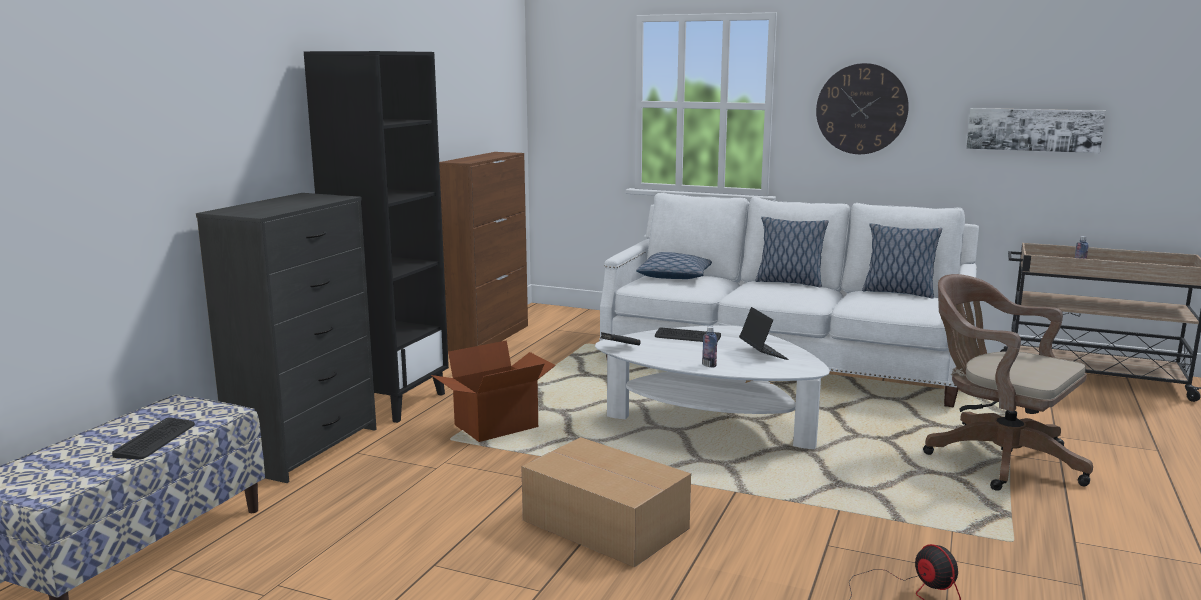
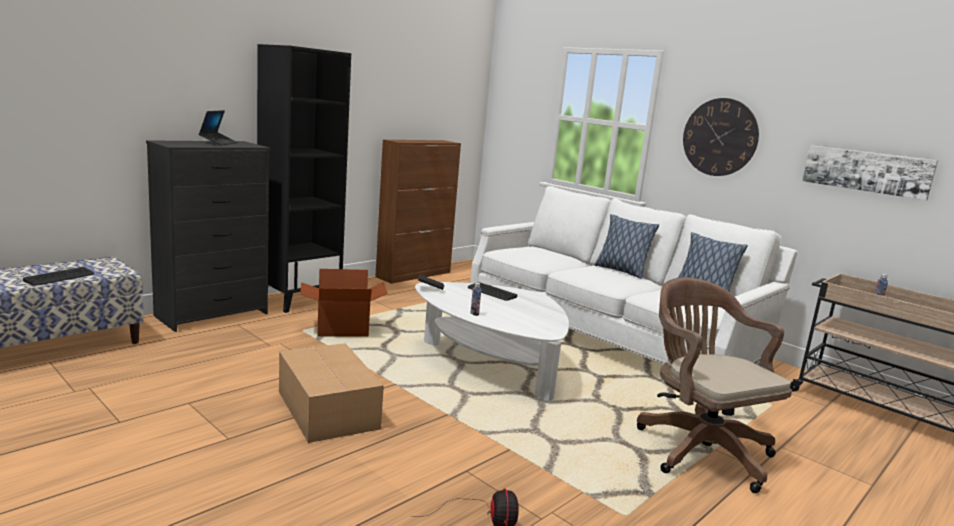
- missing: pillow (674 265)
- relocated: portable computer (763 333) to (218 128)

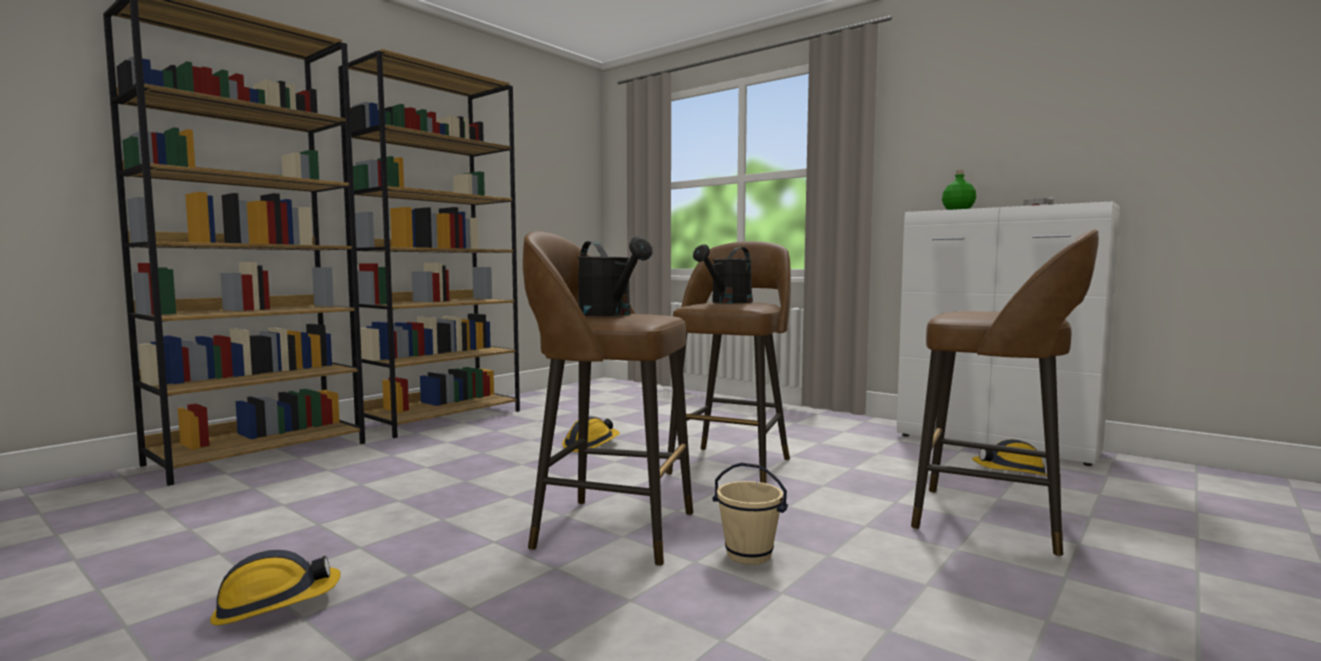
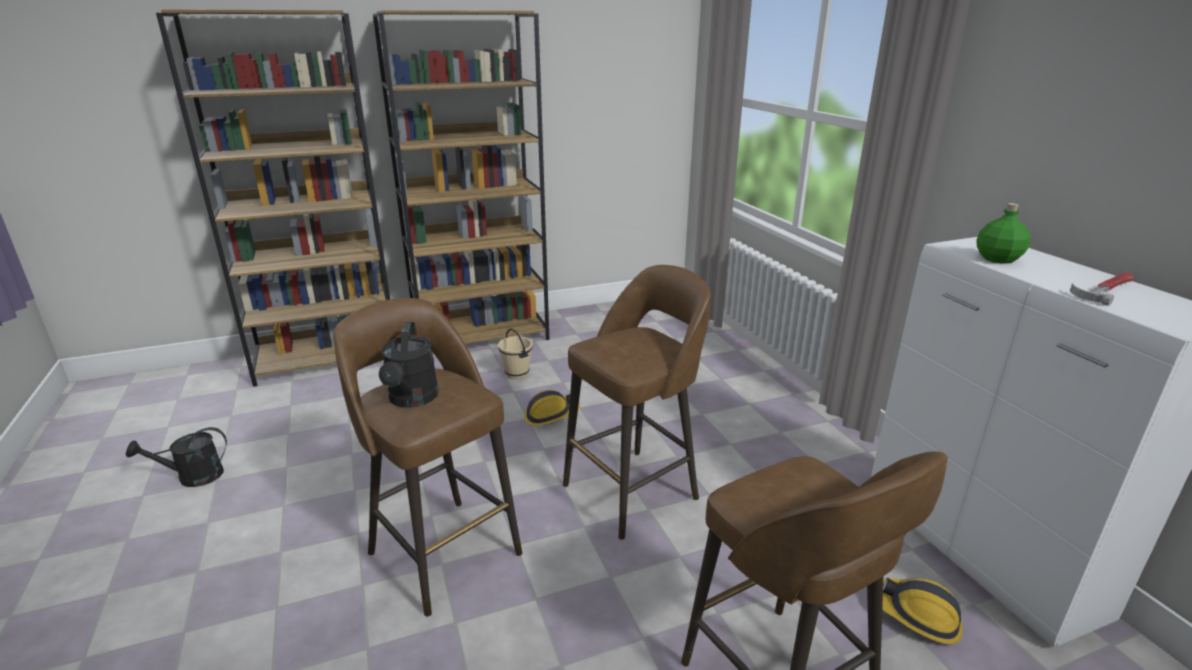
- relocated: black-coloured watering pot (723 273) to (176 457)
- relocated: beige bucket (750 514) to (515 354)
- missing: hard hat (275 587)

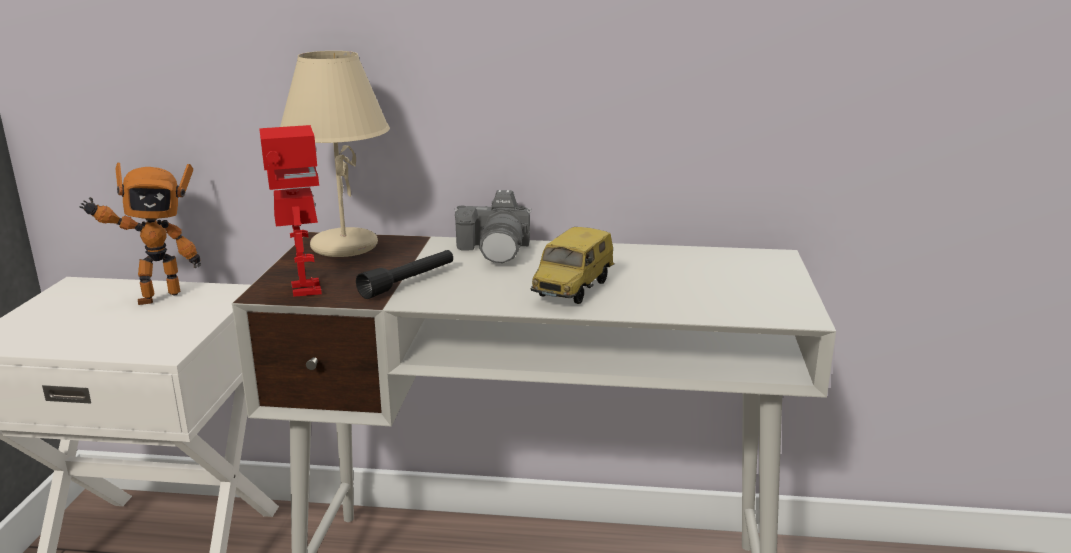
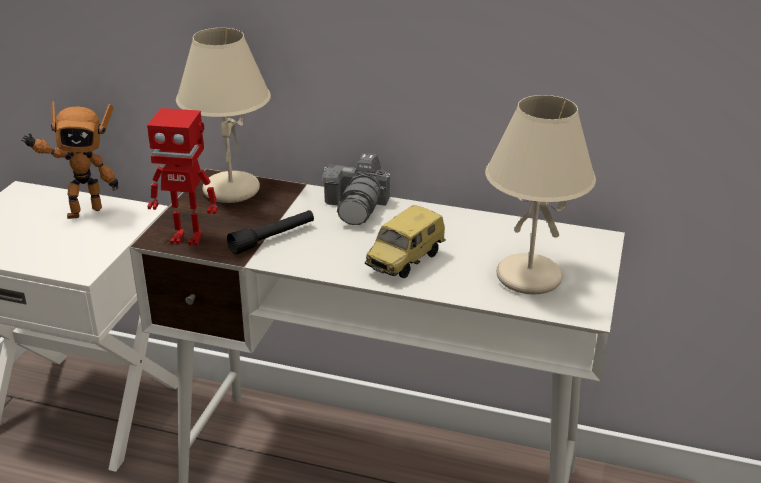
- spun: model robot (290 211) = (182 177) 105 degrees clockwise
- appeared: beige tabletop lamp (540 194)

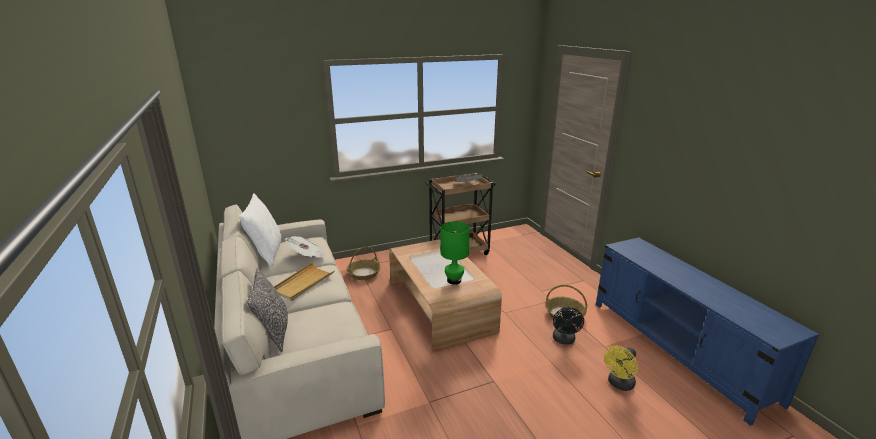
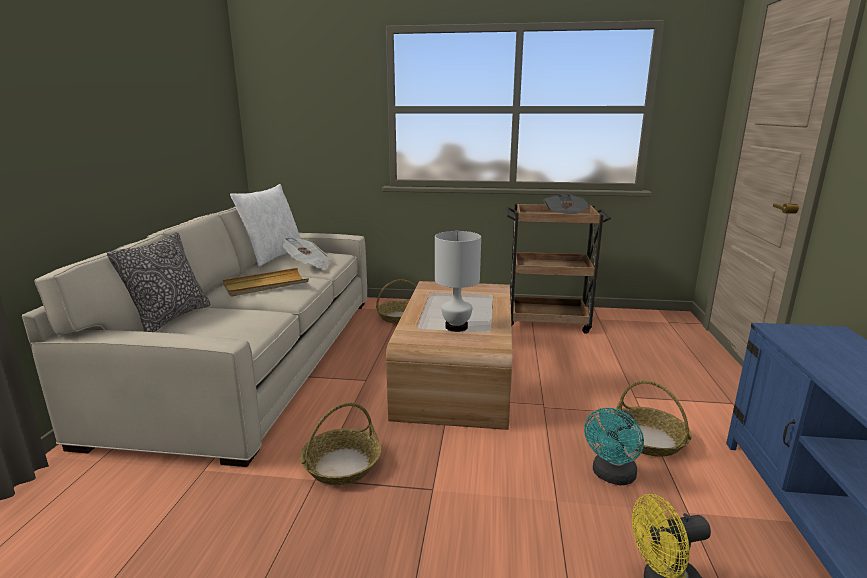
- colour: green tabletop lamp (455 253) to whitish tabletop lamp (458 281)
- colour: black-coloured electric fan (568 325) to turquoise-coloured electric fan (614 446)
- appeared: storage basket (340 443)

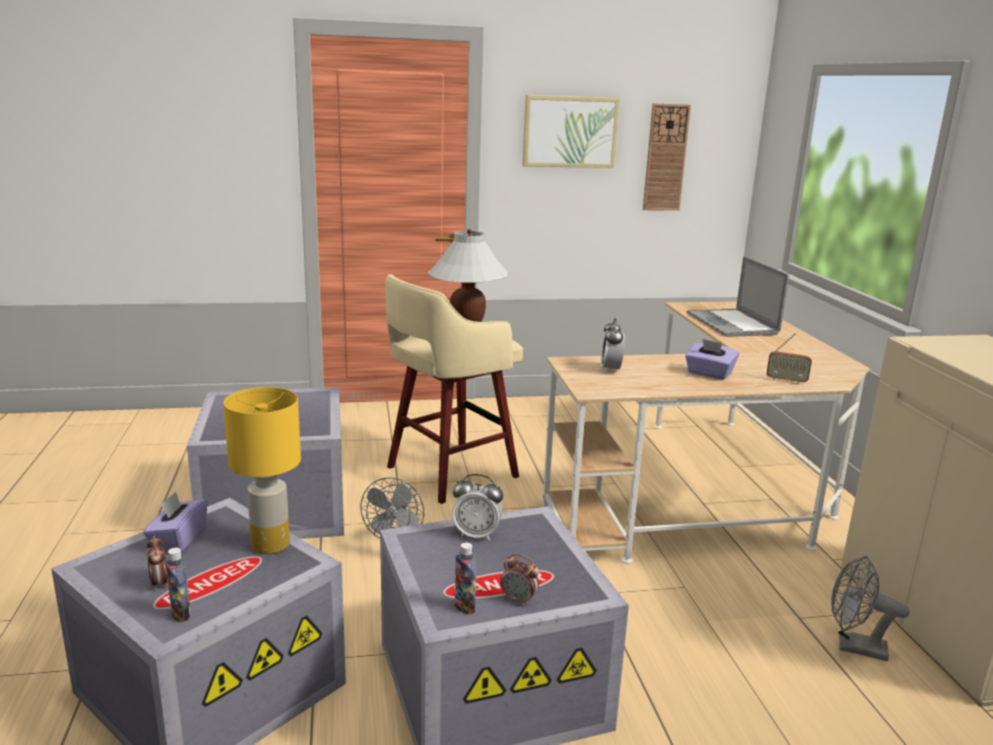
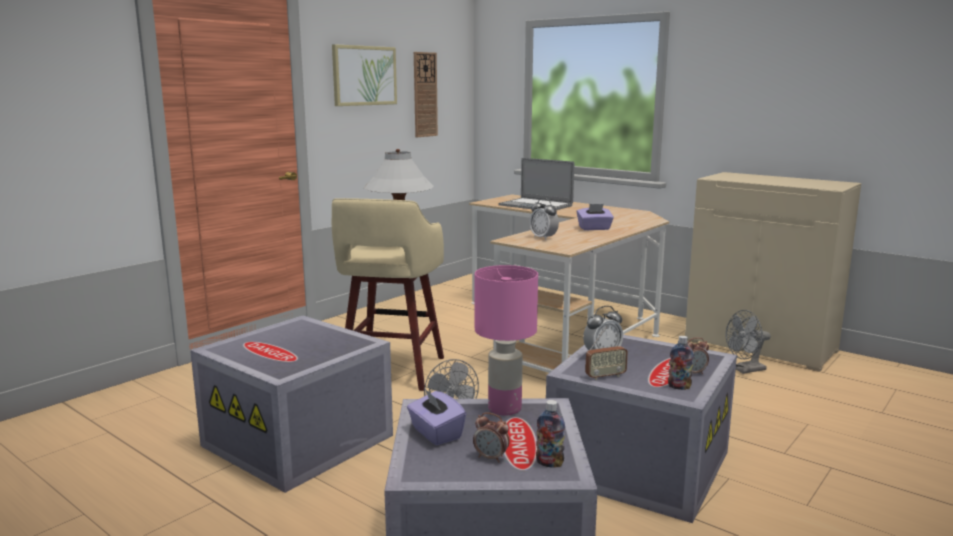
- relocated: radio set (789 358) to (606 353)
- colour: yellowish tabletop lamp (262 470) to pinkish tabletop lamp (506 340)

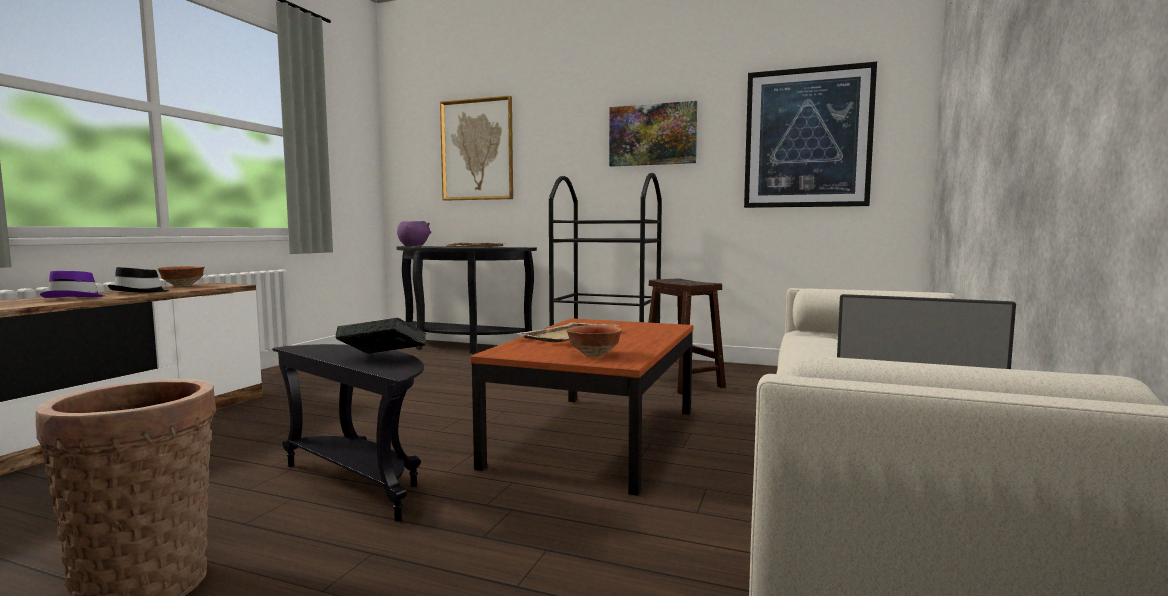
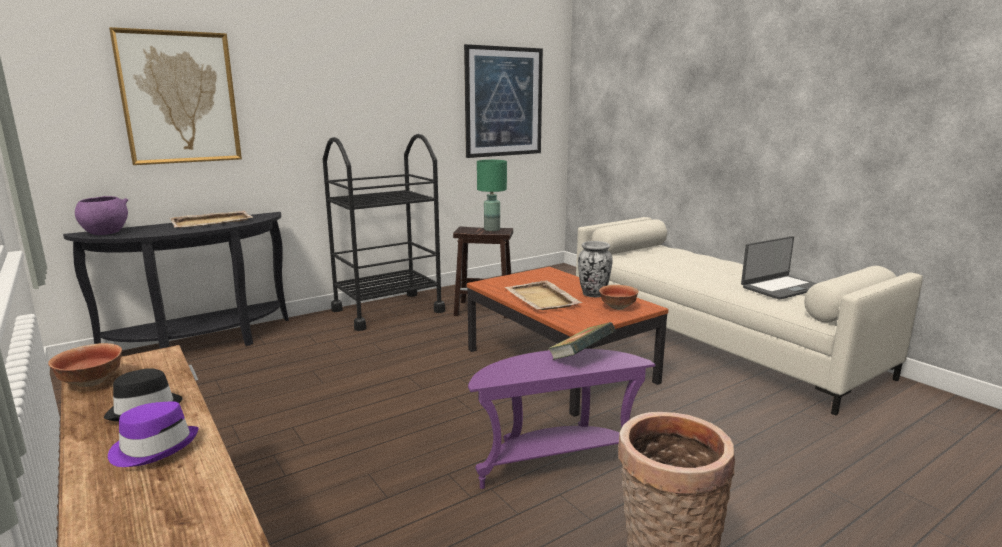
- missing: wall art (653 134)
- colour: black-coloured end table (348 432) to purple-coloured end table (561 419)
- appeared: green tabletop lamp (492 195)
- appeared: vase (595 269)

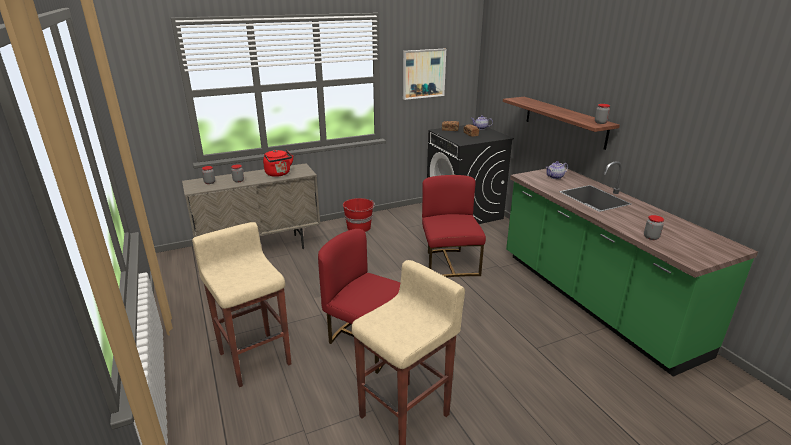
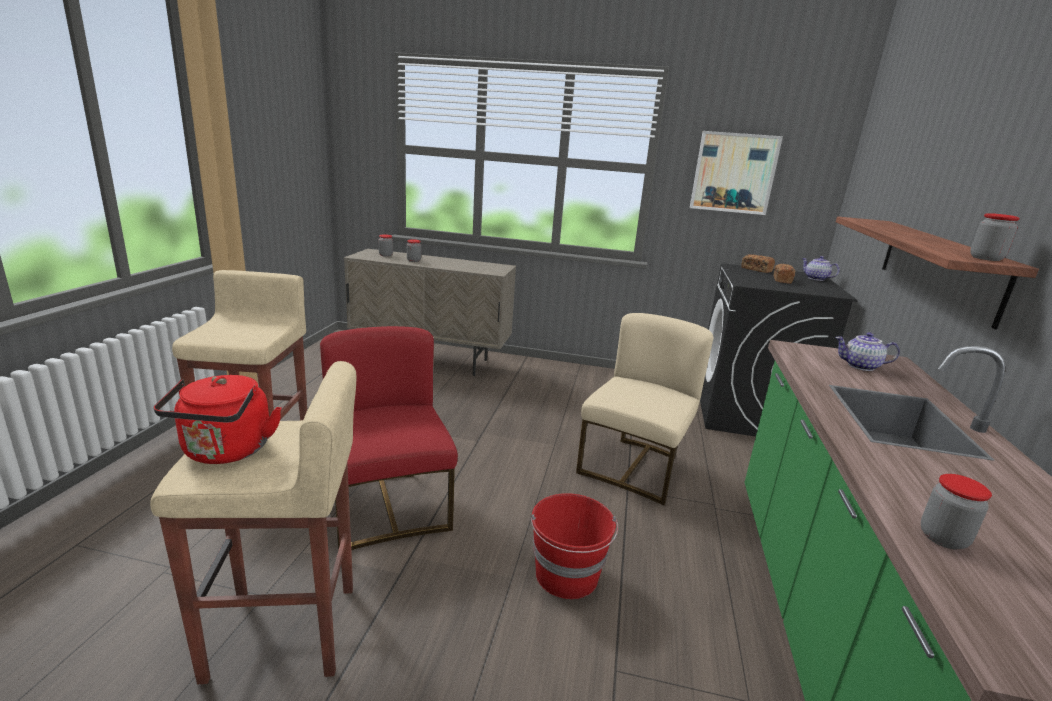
- relocated: red-coloured tea kettle (278 163) to (217 419)
- colour: red-coloured upright chair (454 226) to beige upright chair (644 409)
- relocated: red-coloured bucket (359 215) to (574 546)

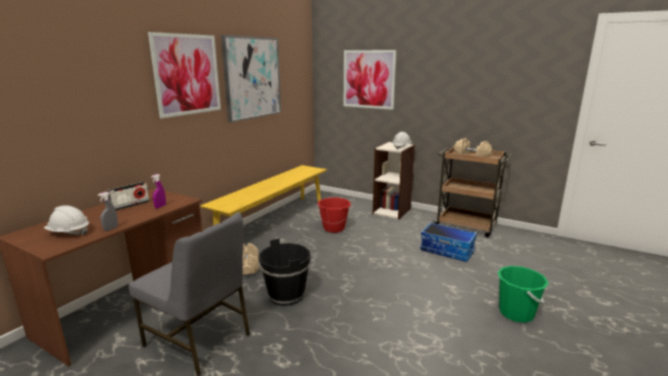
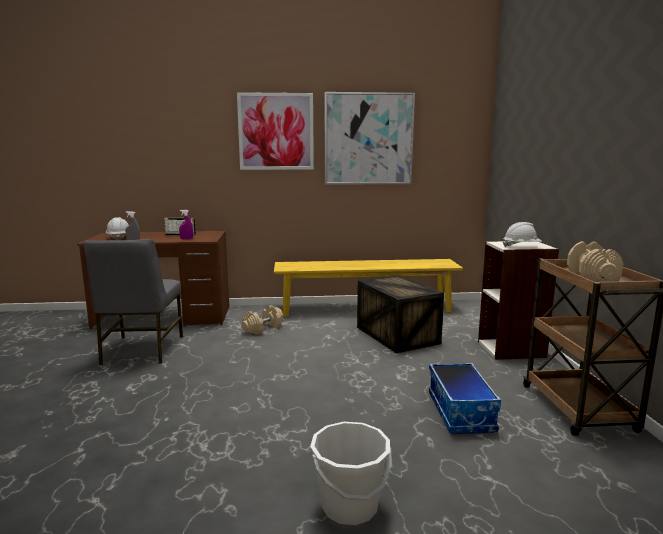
- missing: wall art (370 80)
- exchanged: red-coloured bucket (334 215) to crate (400 314)
- missing: black-coloured bucket (285 272)
- colour: green bucket (523 294) to whitish bucket (350 473)

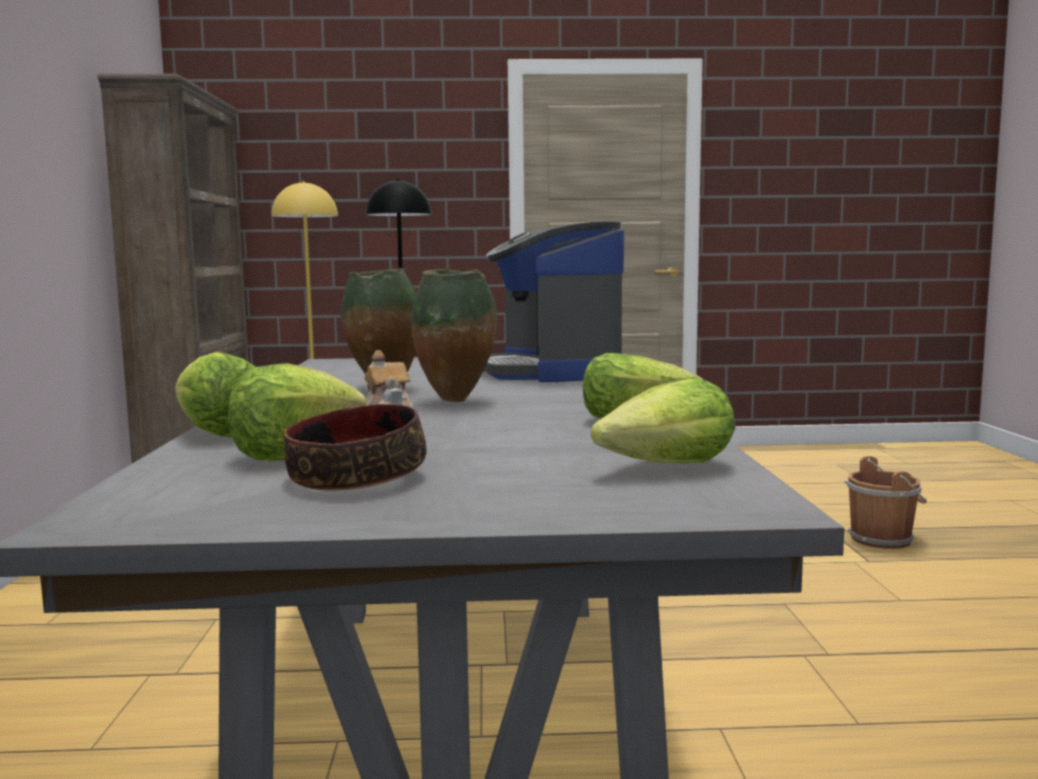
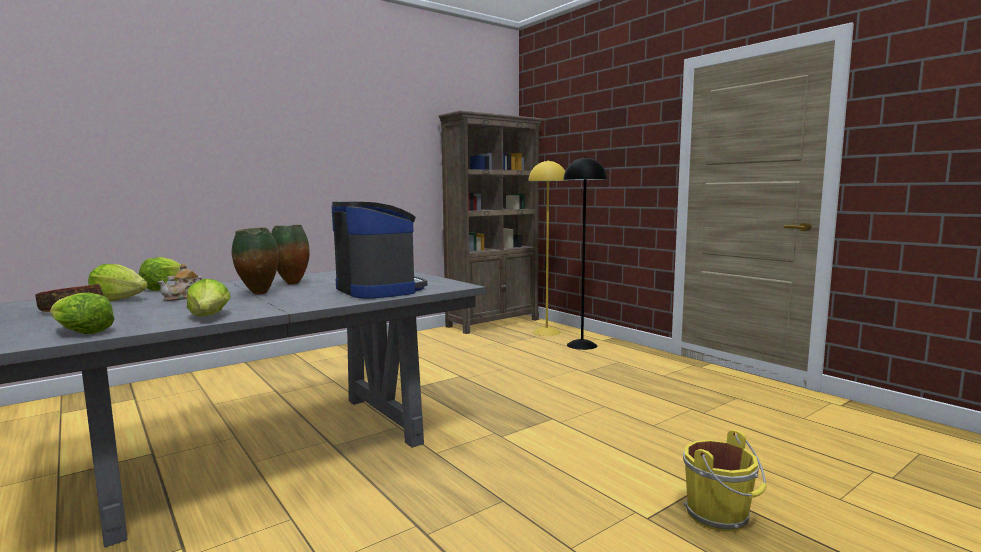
- spun: coffee machine (554 302) = (379 250) 105 degrees clockwise
- colour: brown bucket (886 502) to yellowish bucket (725 481)

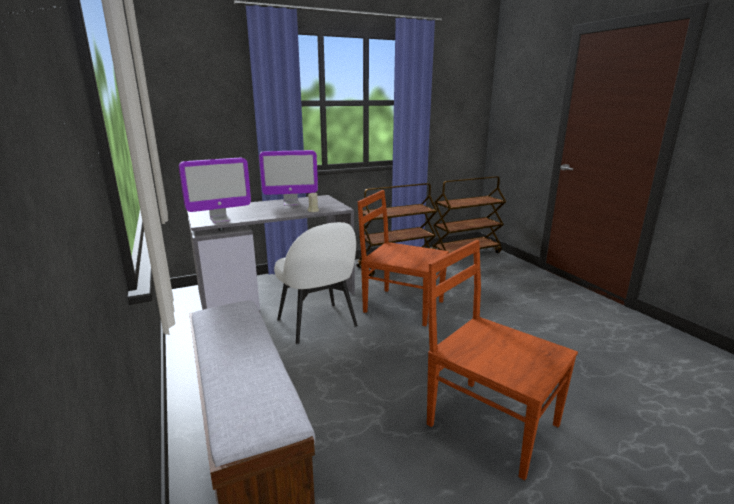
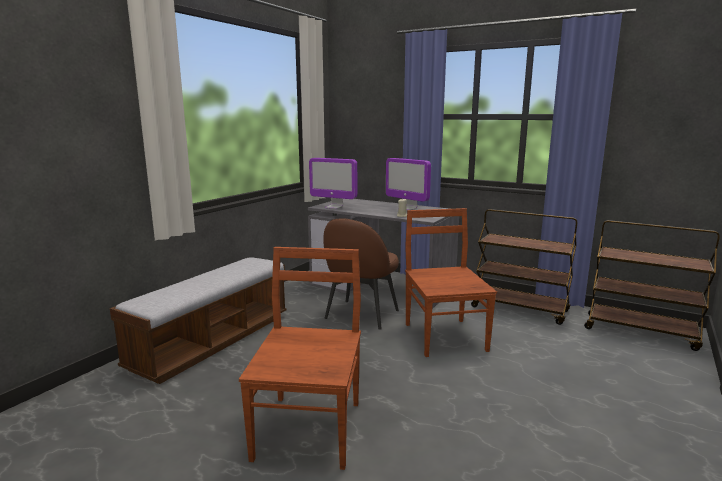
- colour: whitish upright chair (316 283) to brown upright chair (361 274)

